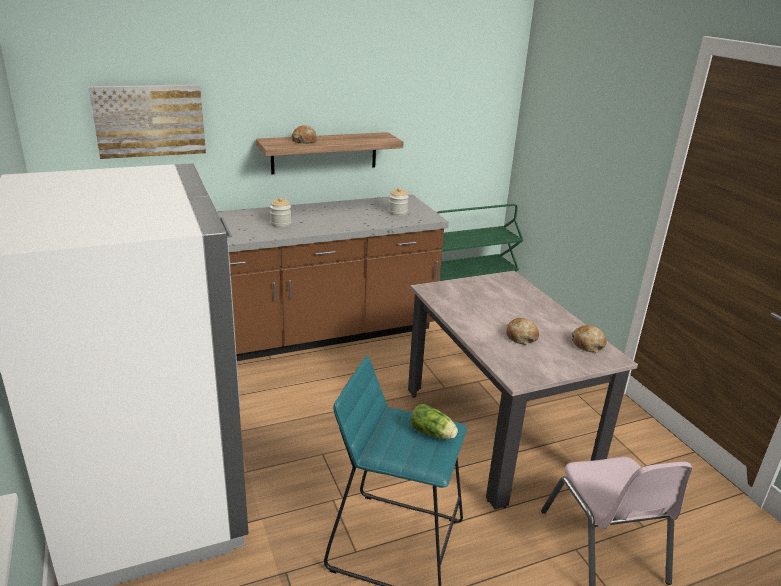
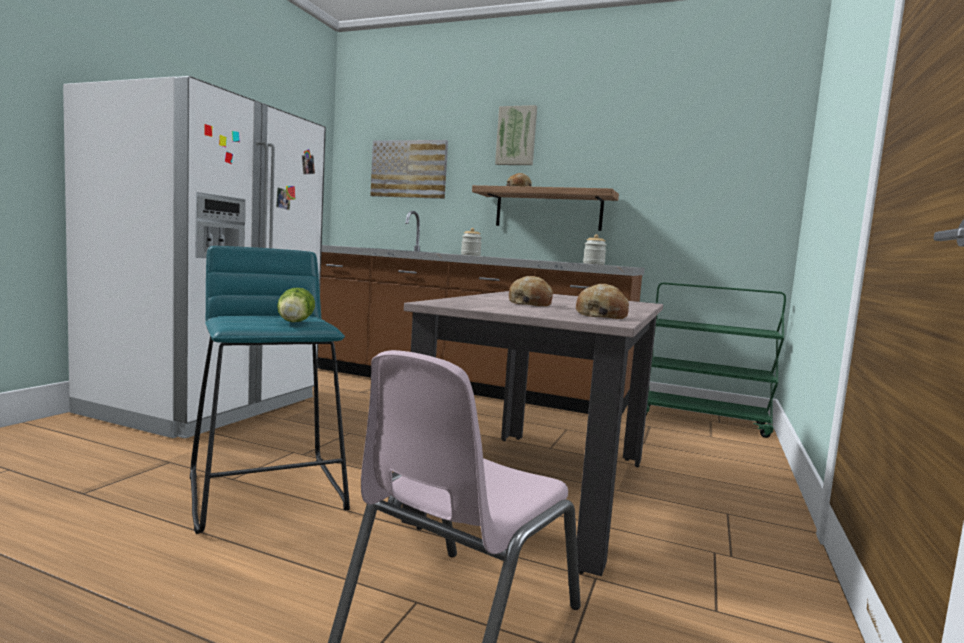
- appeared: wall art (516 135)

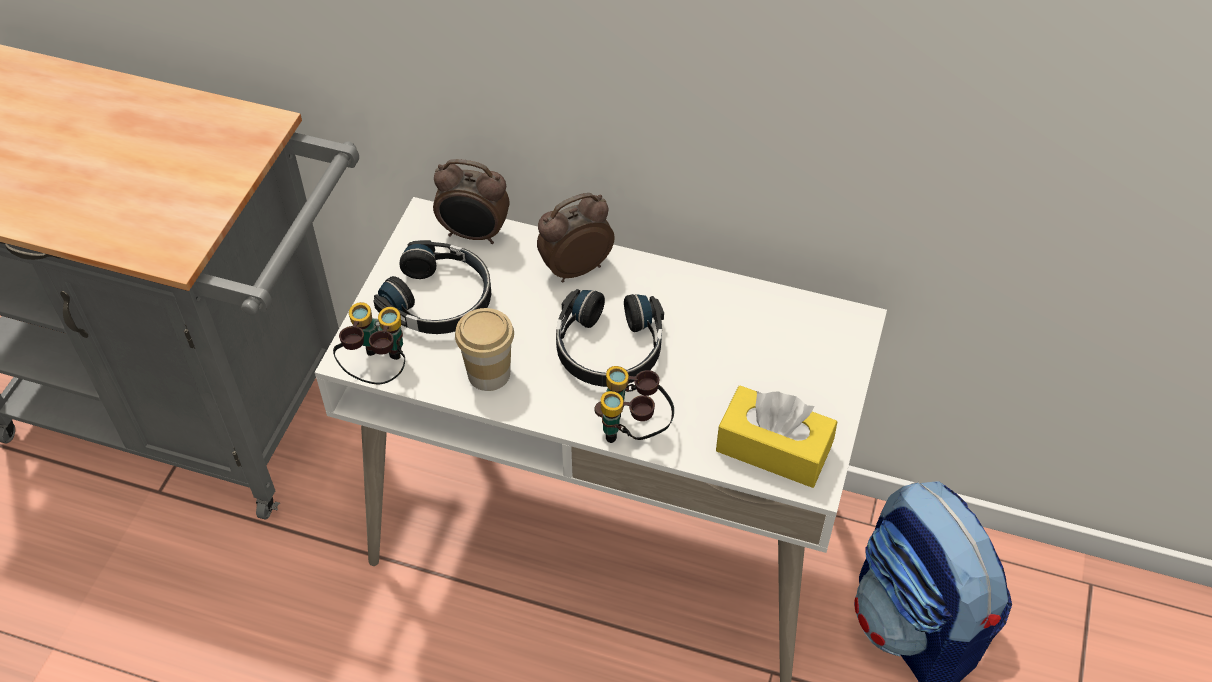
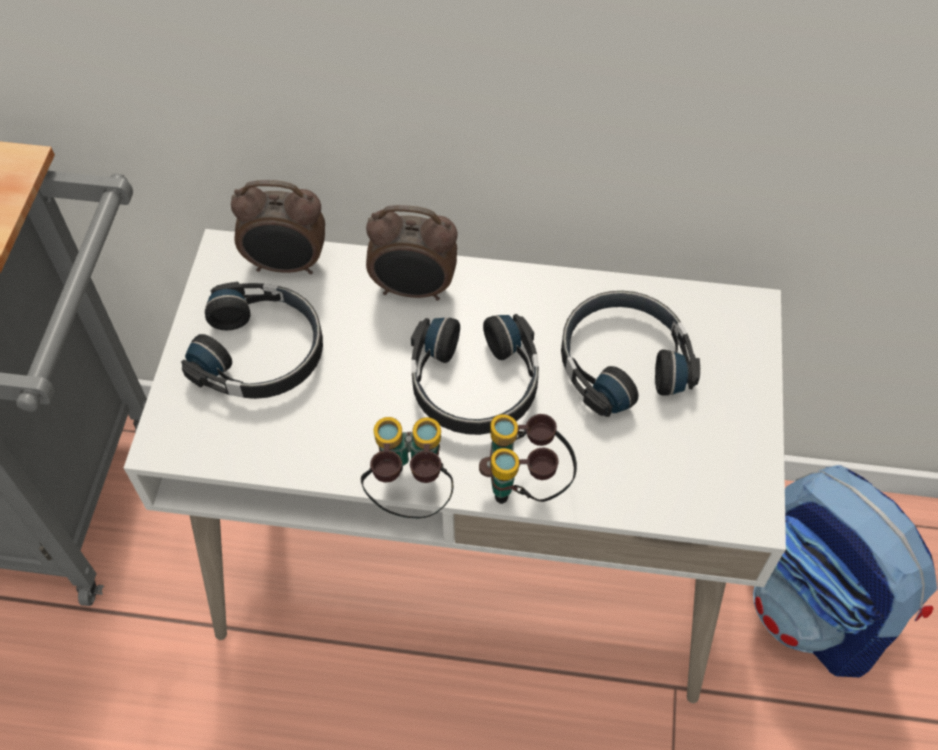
- spun: bedside clock (575 237) = (411 253) 135 degrees counterclockwise
- relocated: field glasses (369 343) to (407 467)
- missing: small cup (484 349)
- missing: yellowish tissue holder (776 437)
- appeared: black-coloured headset (630 354)

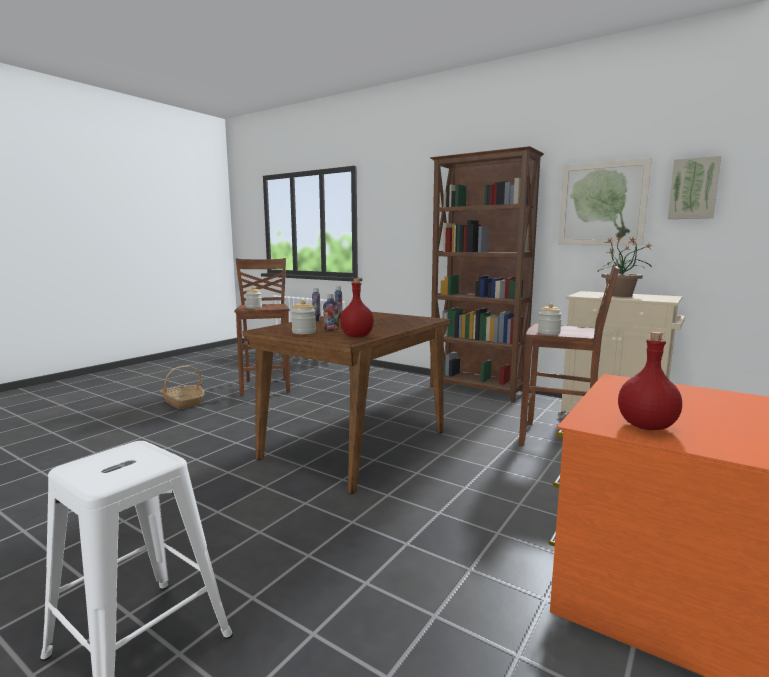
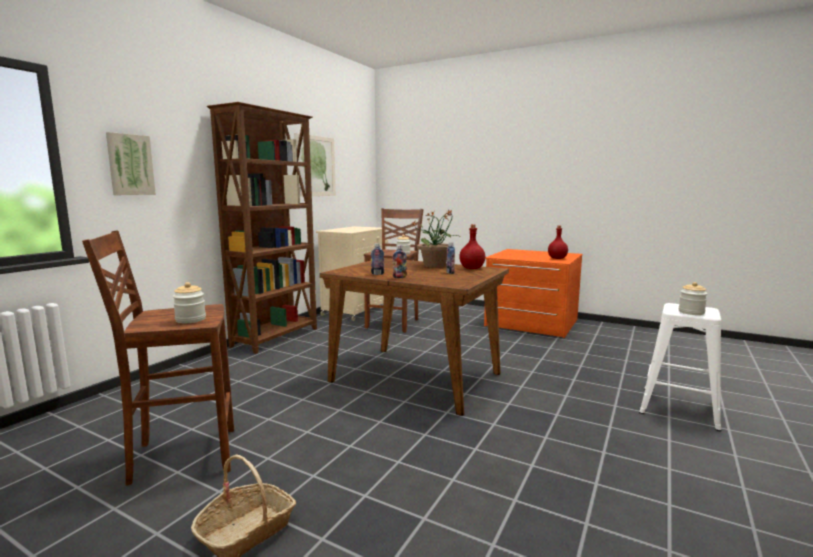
- relocated: wall art (694 187) to (131 163)
- relocated: plant in a pot (625 266) to (435 239)
- relocated: storage jar (303 317) to (693 298)

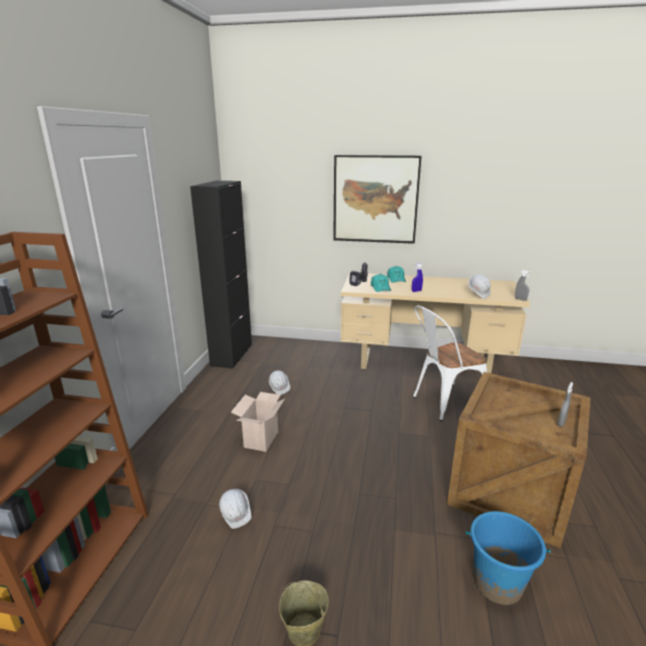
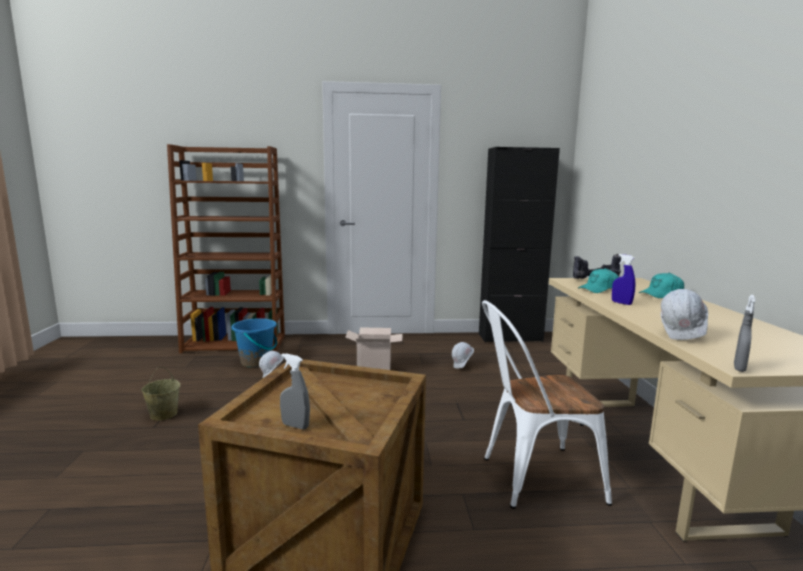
- missing: wall art (377 199)
- spun: whitish upright chair (450 363) = (547 404) 60 degrees counterclockwise
- relocated: bluish bucket (508 558) to (254 343)

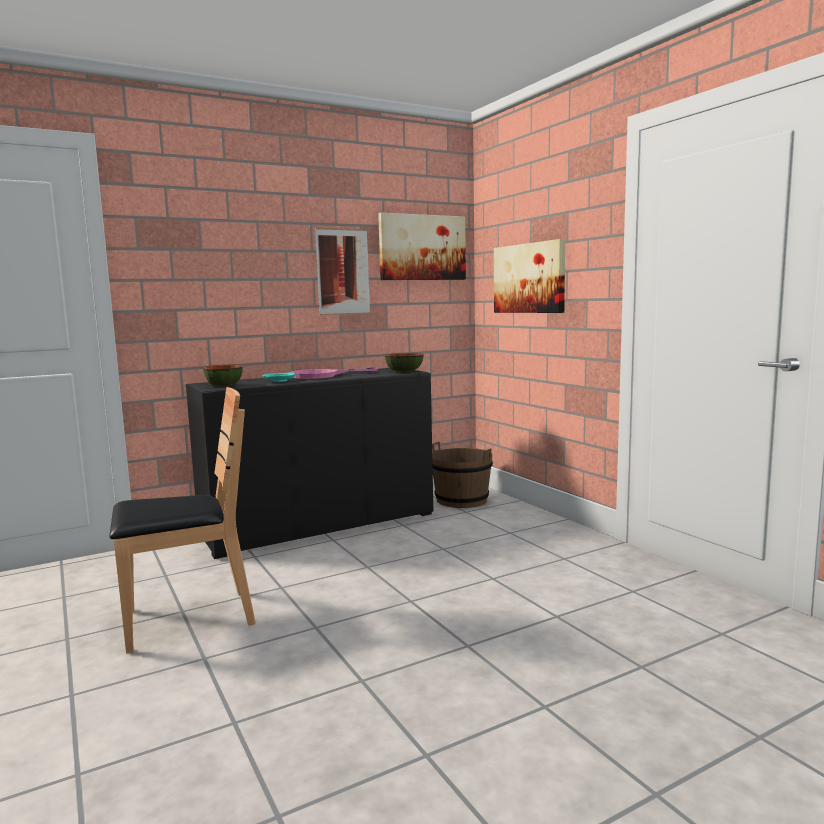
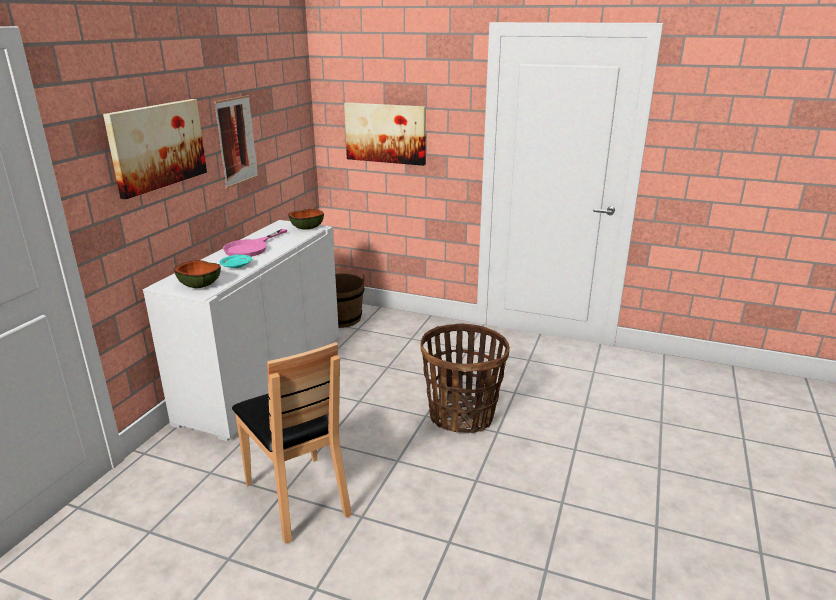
- relocated: wall art (422 246) to (155 149)
- colour: black-coloured cupboard (309 463) to whitish cupboard (241 330)
- spun: brown upright chair (182 520) = (292 443) 120 degrees clockwise
- appeared: storage basket (465 378)

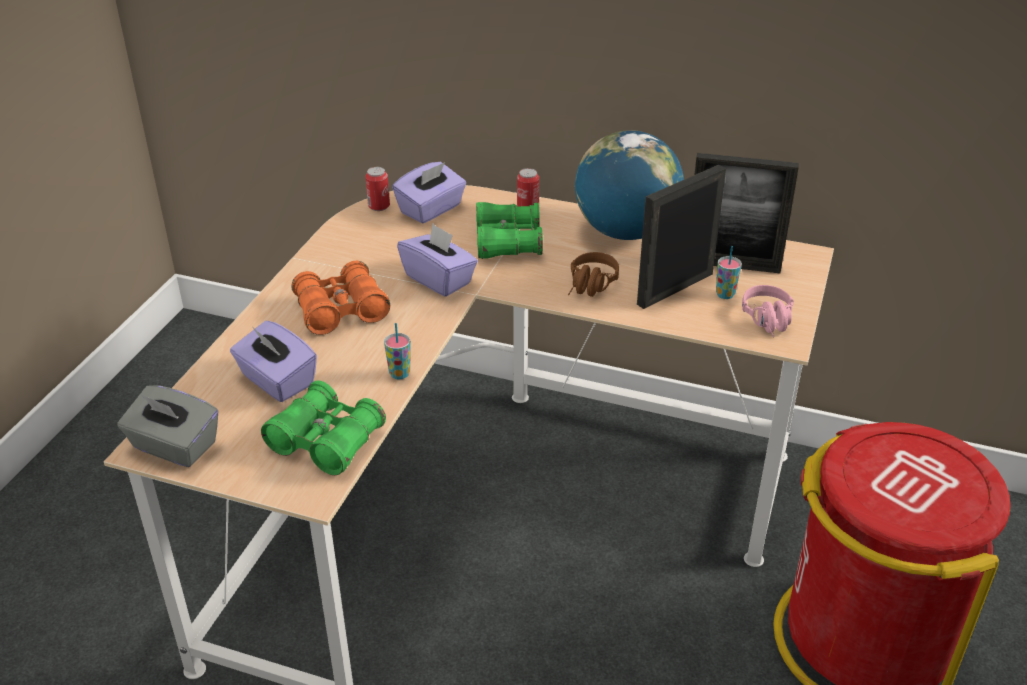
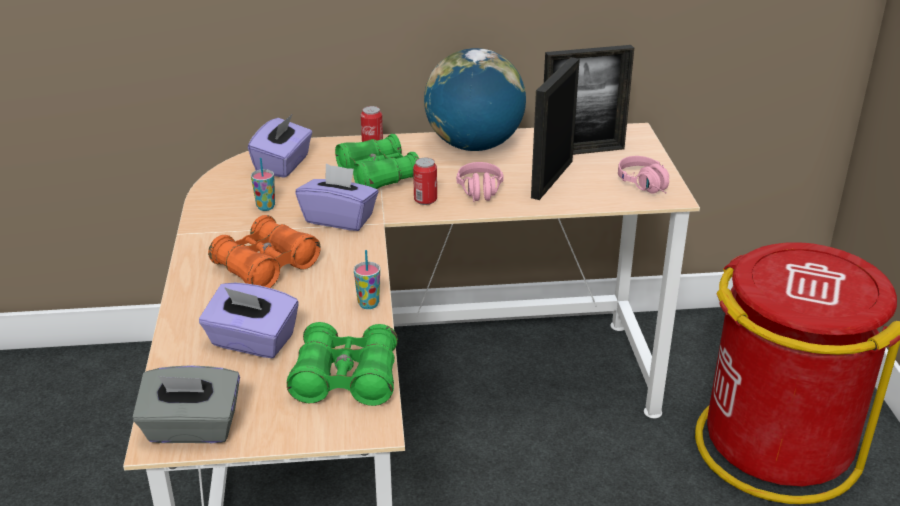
- relocated: sealed can (377 189) to (425 181)
- relocated: small cup (729 272) to (263 184)
- colour: brown headset (593 274) to pinkish headset (480 182)

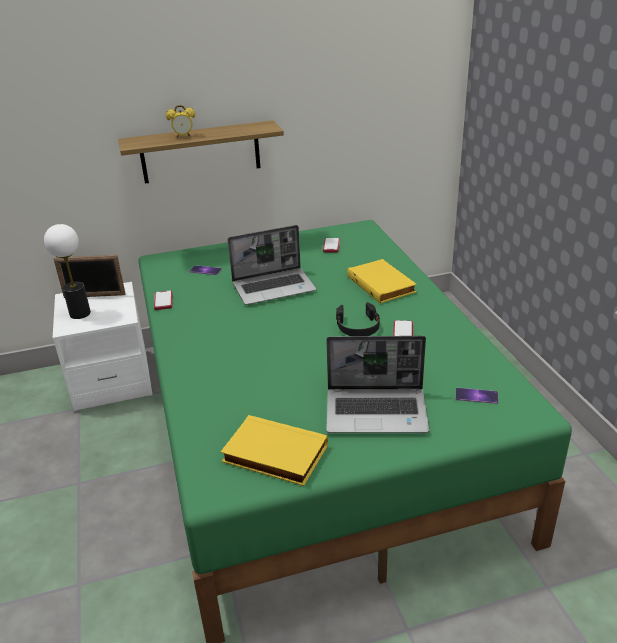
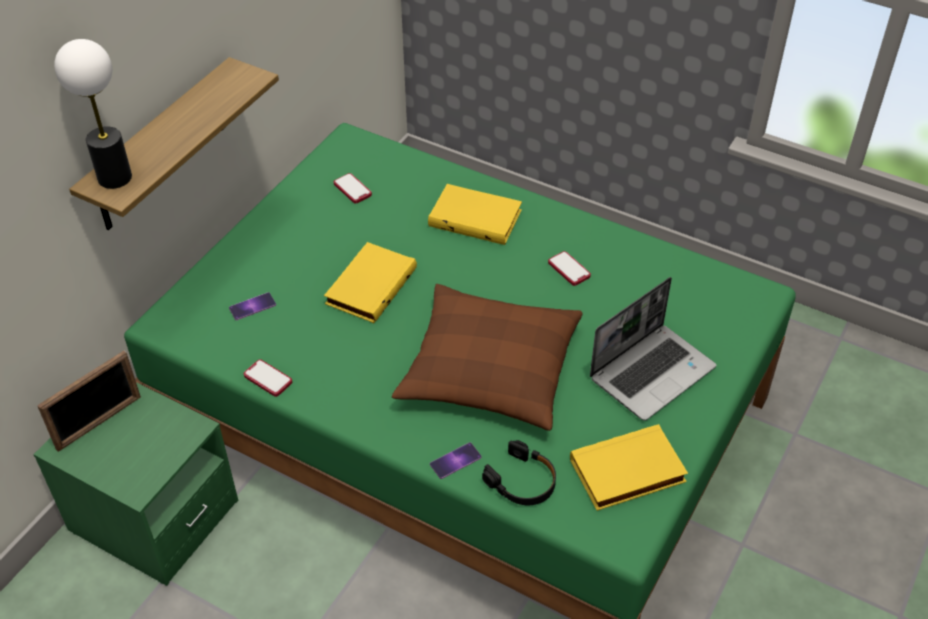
- missing: bedside clock (180 121)
- relocated: tabletop lamp (67 271) to (93 114)
- exchanged: portable computer (272 265) to yellowish volume (370 282)
- colour: whitish nightstand (102 346) to green nightstand (135 484)
- relocated: black-coloured headset (358 319) to (519 472)
- relocated: handset (477 396) to (456 460)
- appeared: brown pillow (487 357)

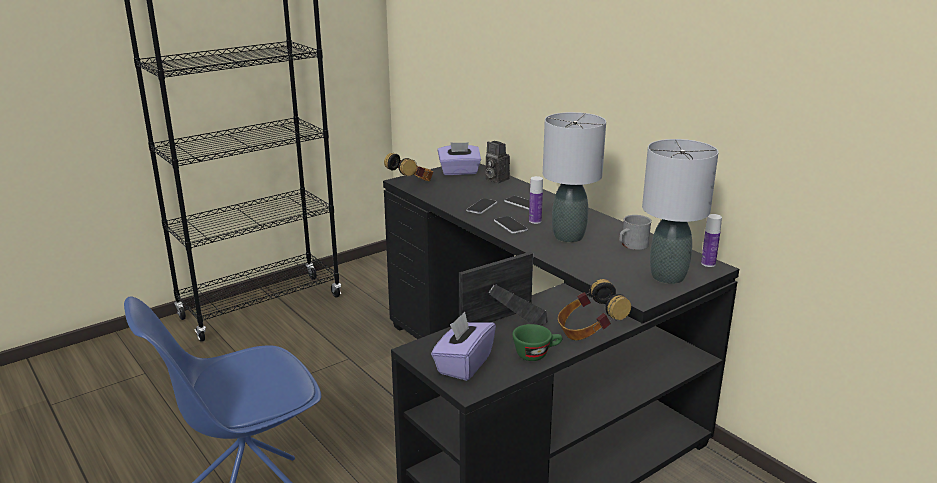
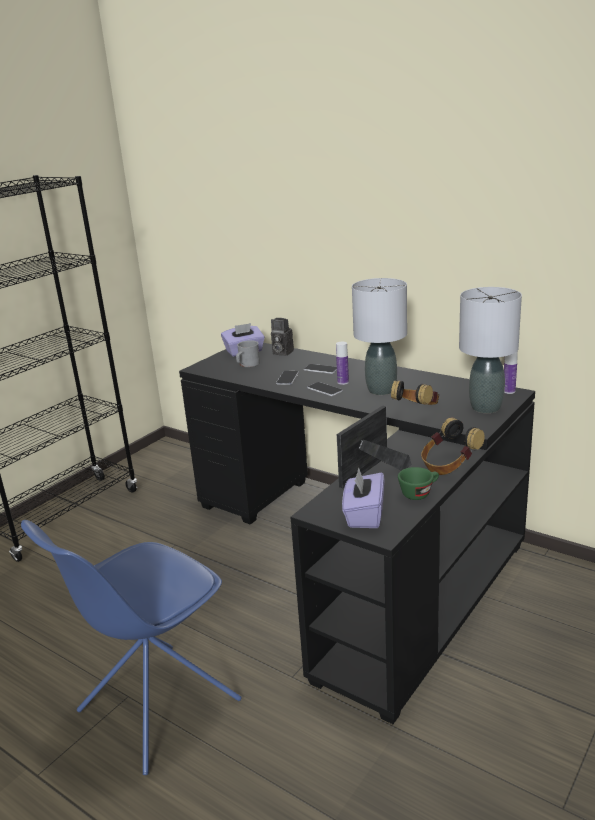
- relocated: headset (408 167) to (415 392)
- relocated: gray tea mug (635 232) to (248 353)

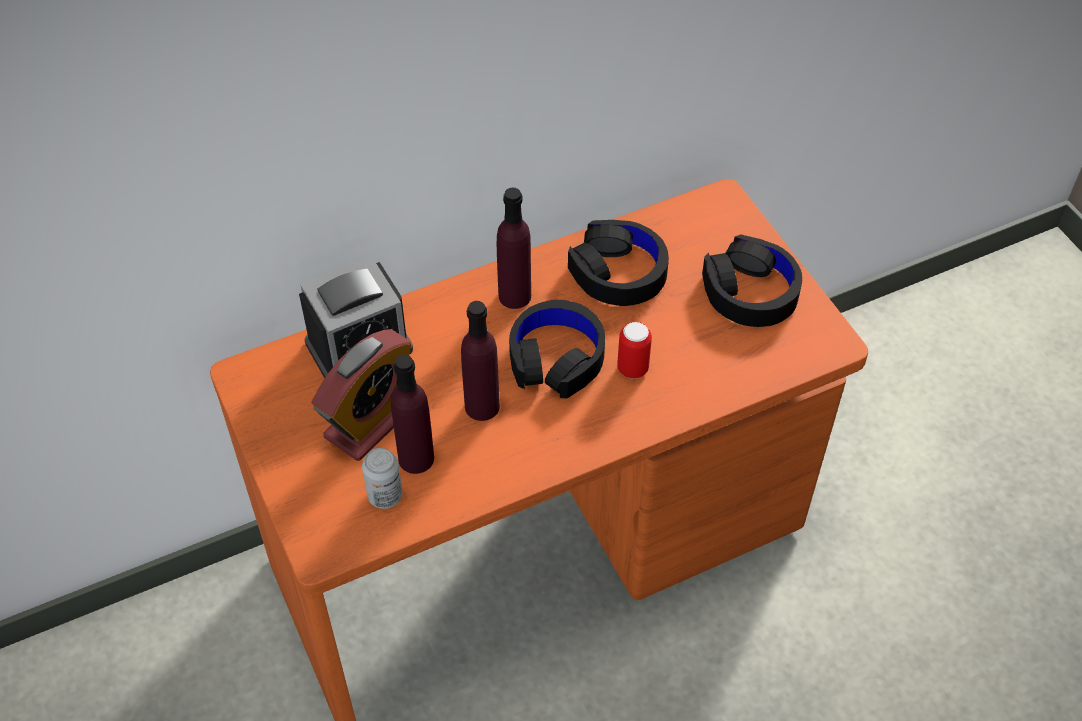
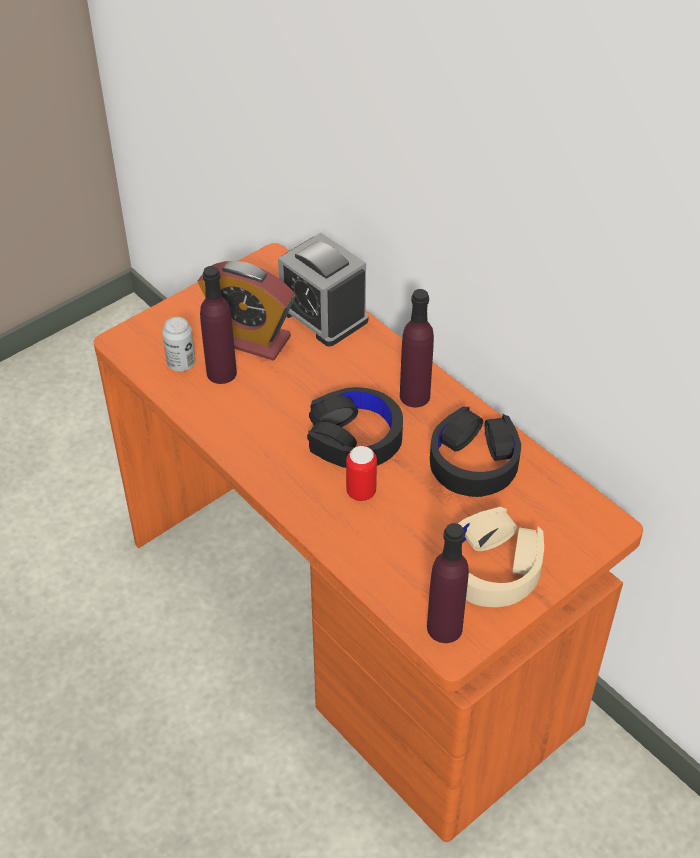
- colour: black-coloured headset (752 280) to beige headset (501 557)
- relocated: purple-coloured drink bottle (480 361) to (448 583)

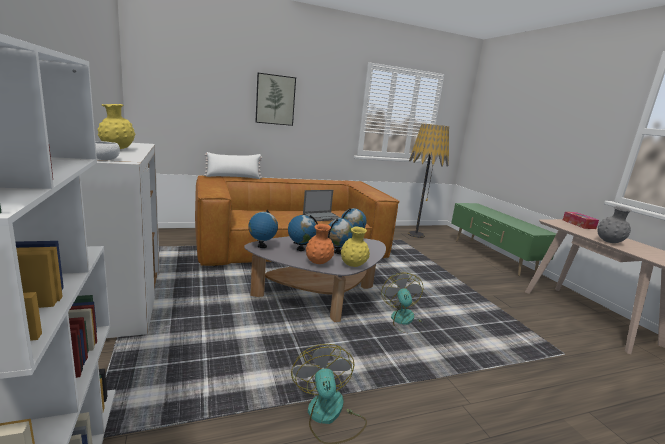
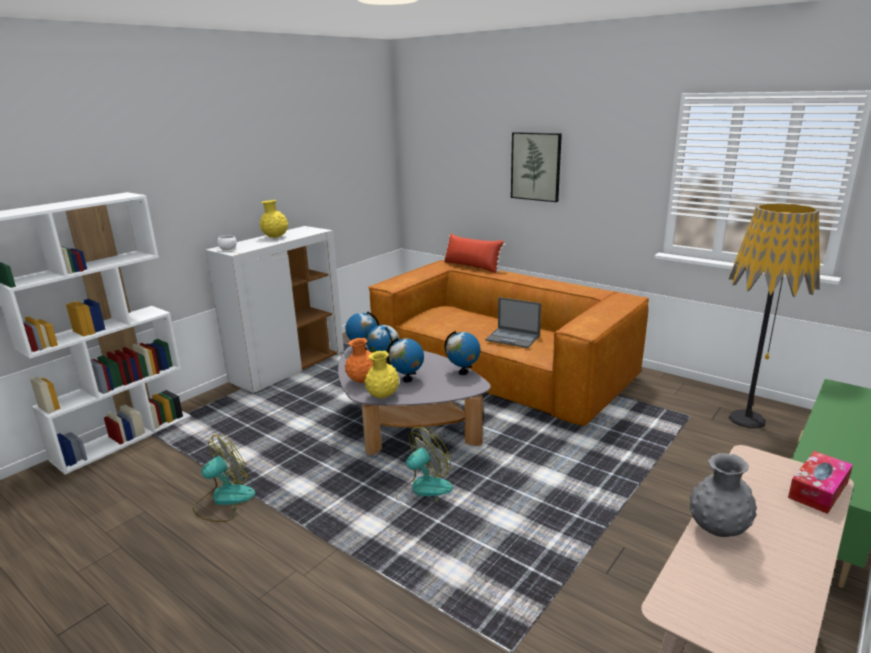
- colour: whitish pillow (233 165) to red-coloured pillow (474 253)

